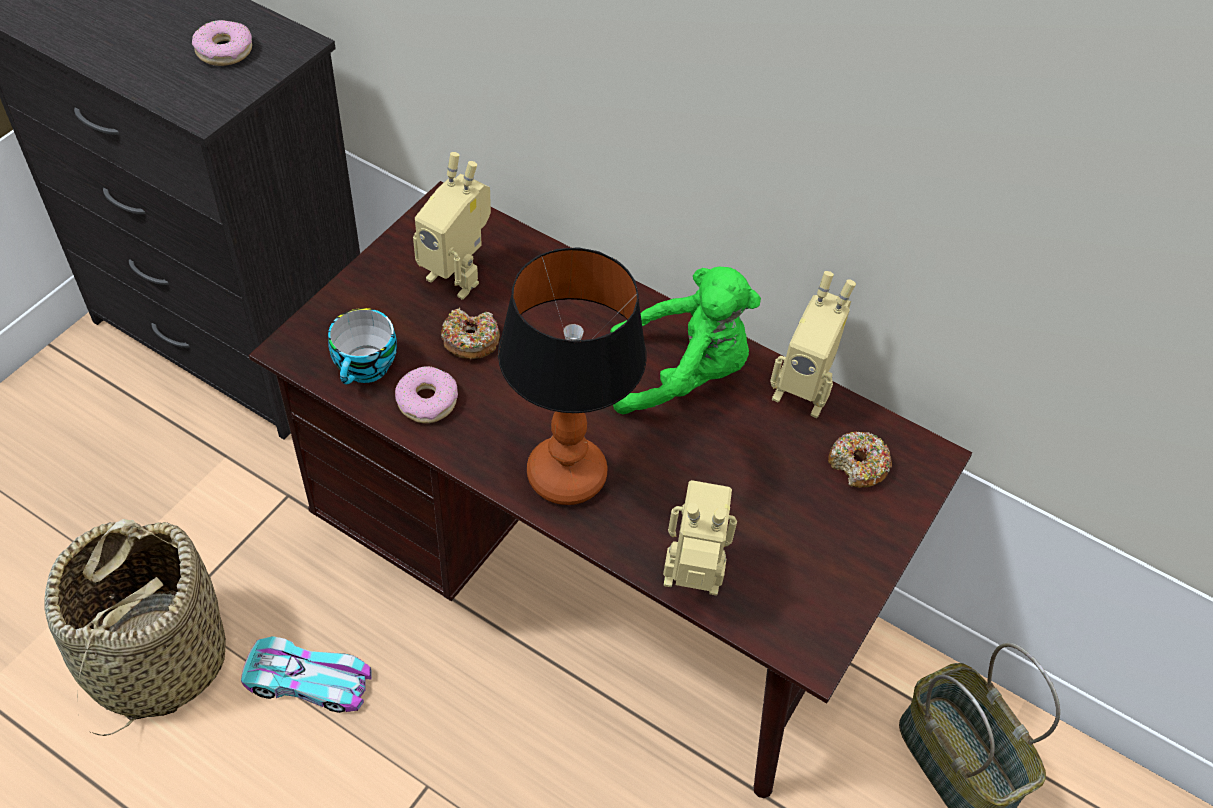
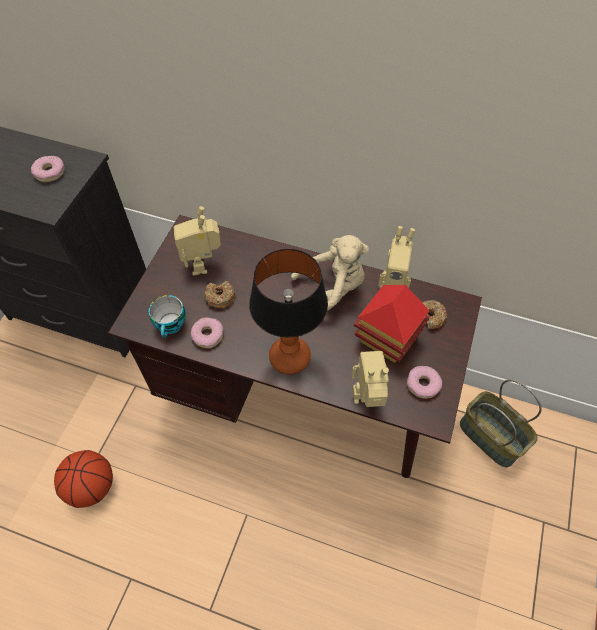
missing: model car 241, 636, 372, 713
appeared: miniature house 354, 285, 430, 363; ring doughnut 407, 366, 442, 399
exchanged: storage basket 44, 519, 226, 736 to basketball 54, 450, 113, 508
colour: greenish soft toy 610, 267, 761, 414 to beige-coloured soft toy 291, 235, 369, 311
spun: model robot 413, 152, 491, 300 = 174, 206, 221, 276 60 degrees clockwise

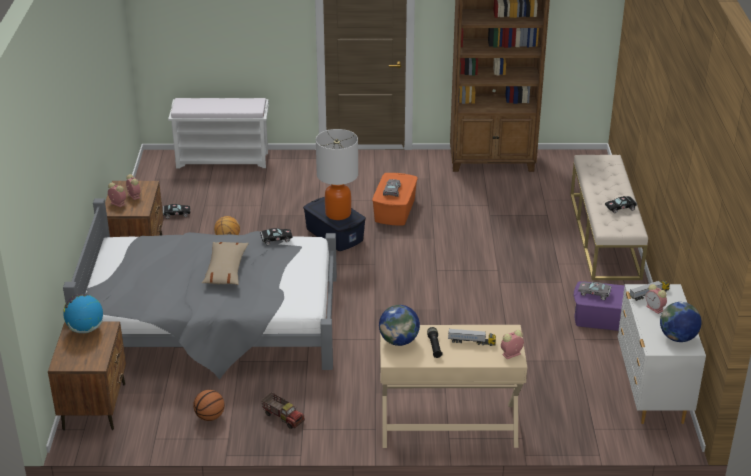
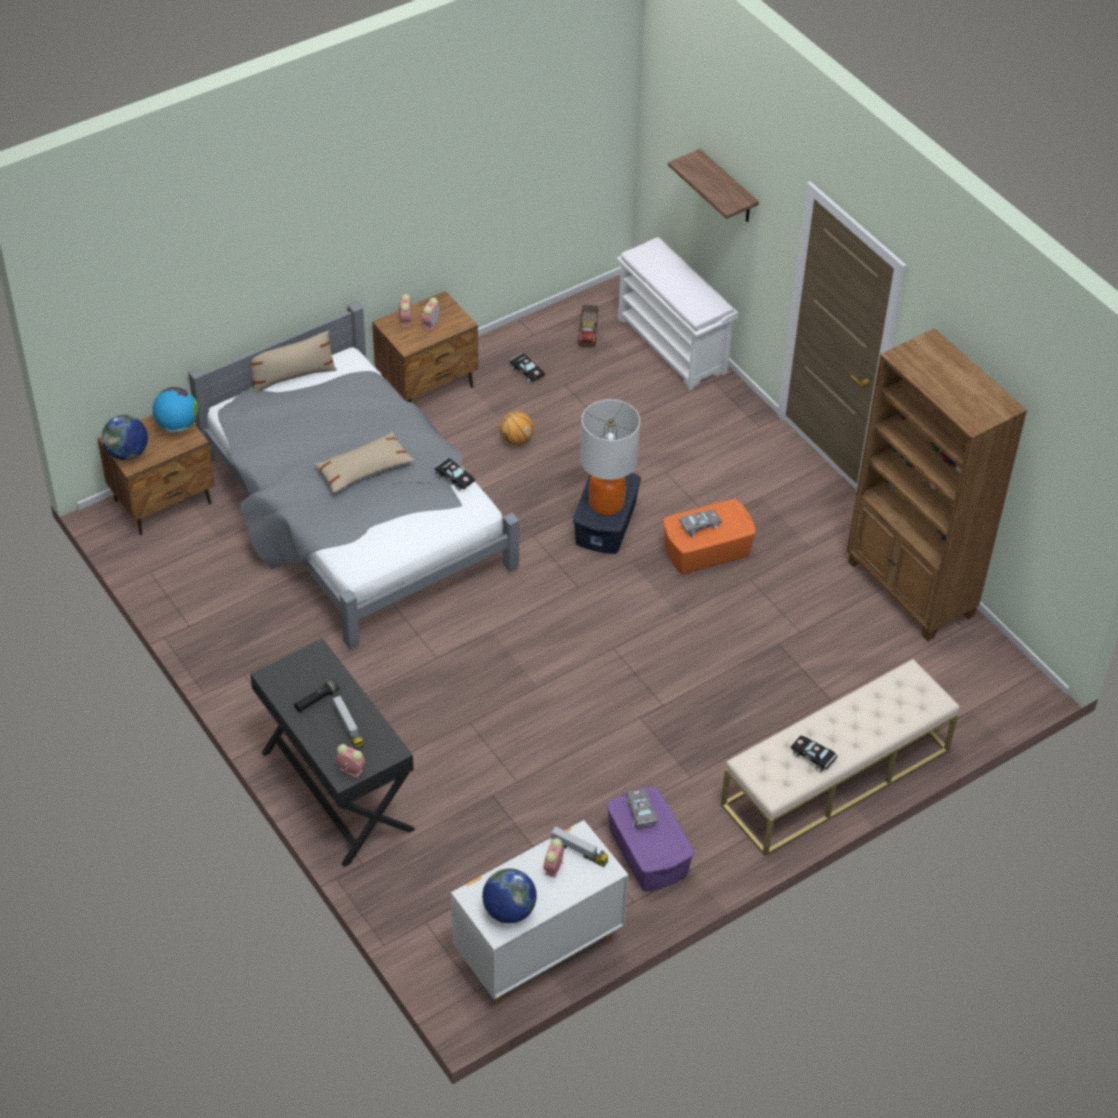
missing: basketball 193, 390, 225, 421
appeared: beige-coloured throw pillow 249, 330, 337, 393; bracket shelf 668, 149, 759, 222
relocated: world globe 379, 305, 420, 346 to 102, 415, 148, 460; toy truck 261, 392, 305, 429 to 578, 305, 598, 347
colour: beige-coloured desk 380, 325, 527, 448 to black desk 250, 639, 415, 867

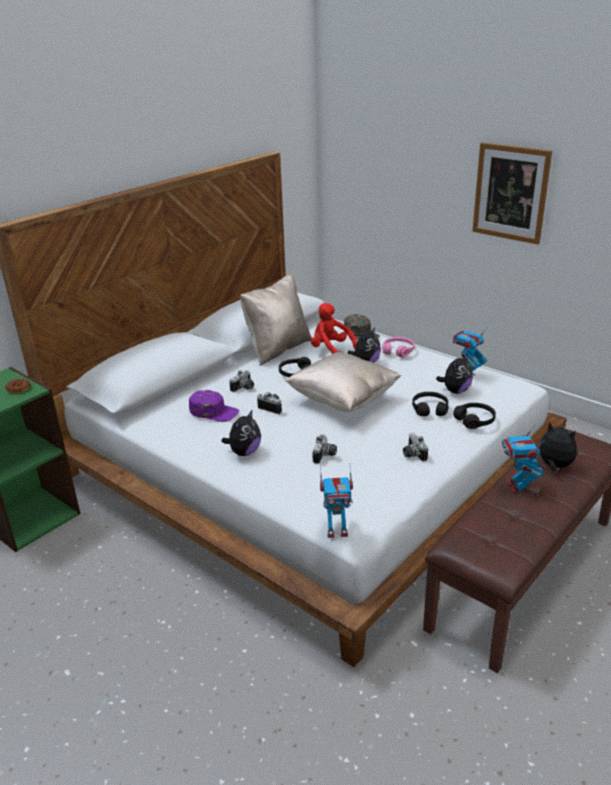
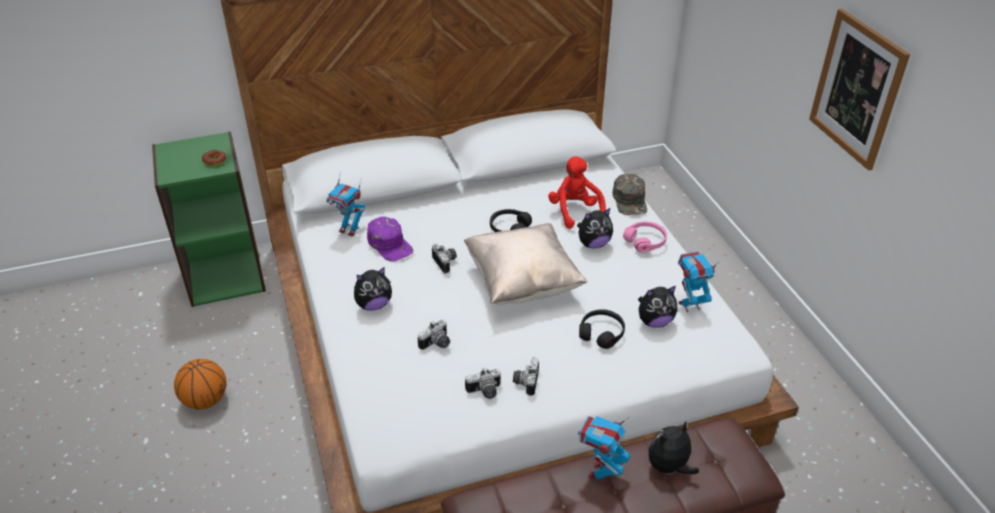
missing: beige-coloured throw pillow 240, 274, 312, 366; black pair of headphones 453, 403, 496, 429
appeared: basketball 174, 359, 227, 409
relocated: model robot 320, 465, 353, 538 to 327, 171, 366, 237; photo camera 229, 370, 254, 392 to 465, 367, 501, 399
spun: soft toy 538, 422, 577, 471 = 649, 421, 699, 474 105 degrees counterclockwise

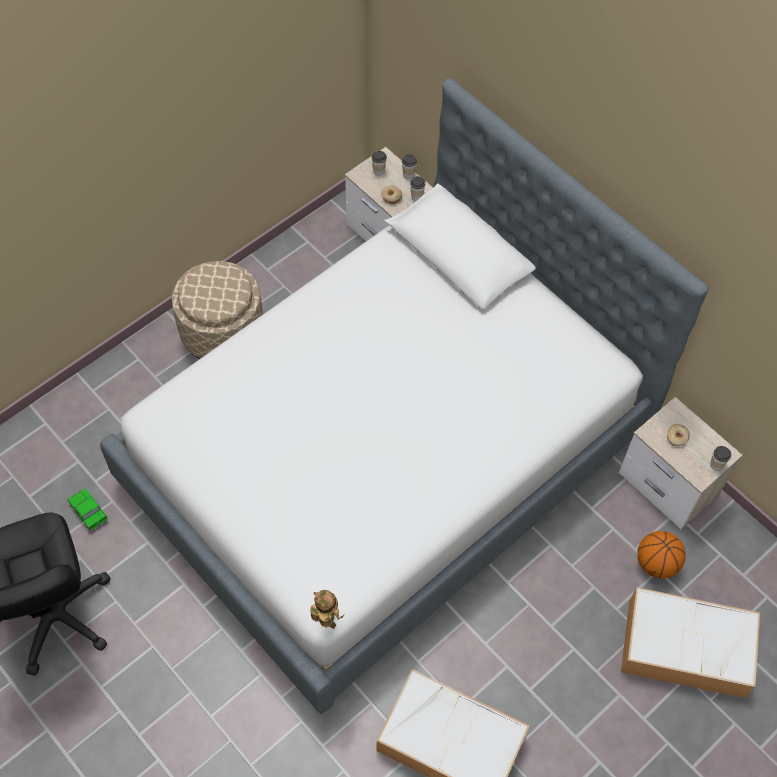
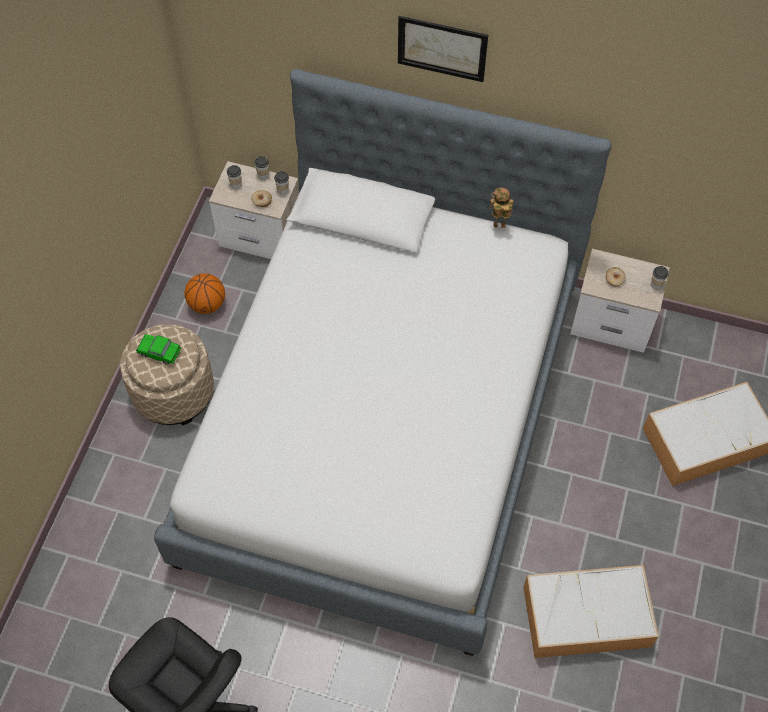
appeared: picture 398, 16, 488, 82
relocated: model car 68, 488, 108, 531 to 136, 334, 181, 364; basketball 637, 531, 685, 579 to 184, 273, 225, 314; model robot 310, 590, 344, 629 to 489, 188, 514, 228

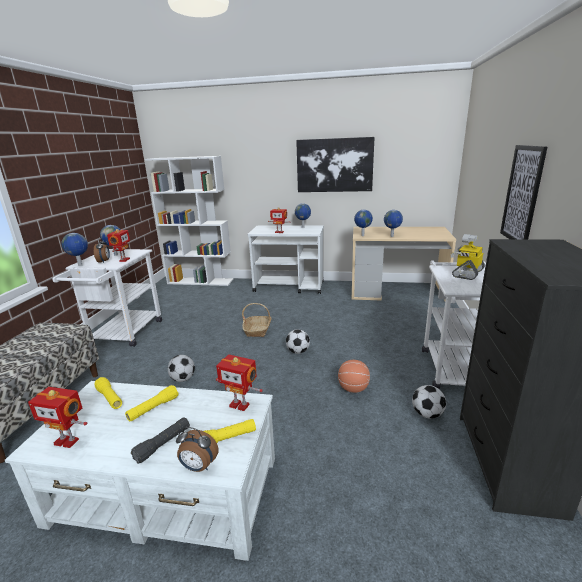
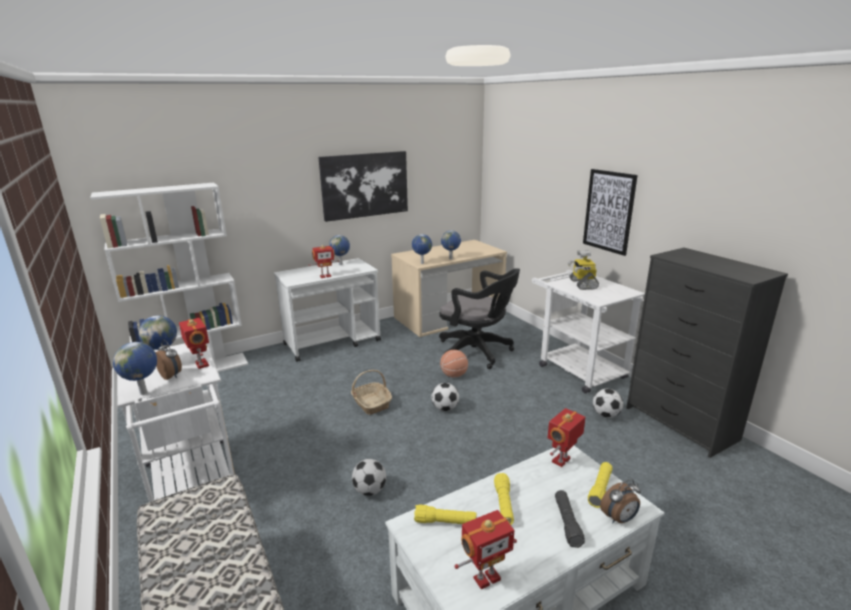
appeared: black computer chair 439, 268, 520, 369
relocated: basketball 338, 360, 370, 393 to 440, 350, 468, 378
spun: model robot 216, 354, 263, 411 = 548, 408, 586, 467 150 degrees clockwise

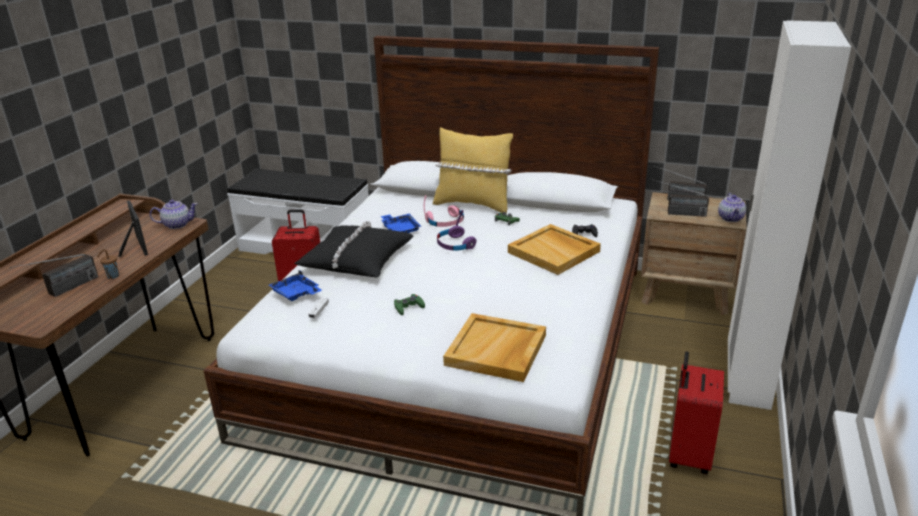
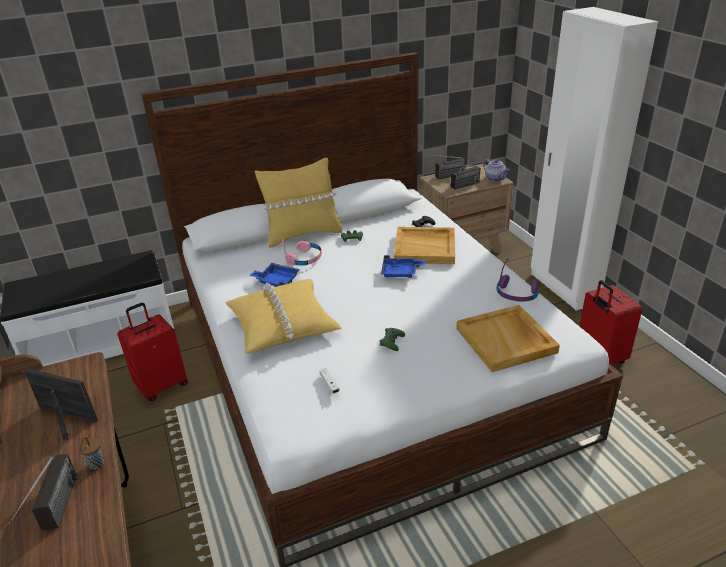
missing: tea pot 150, 200, 198, 229
relocated: bluish tray 269, 270, 322, 301 to 381, 255, 425, 278; purplish pair of headphones 437, 210, 476, 251 to 497, 258, 539, 302
colour: black throw pillow 294, 221, 413, 278 to yellowish throw pillow 226, 279, 342, 353

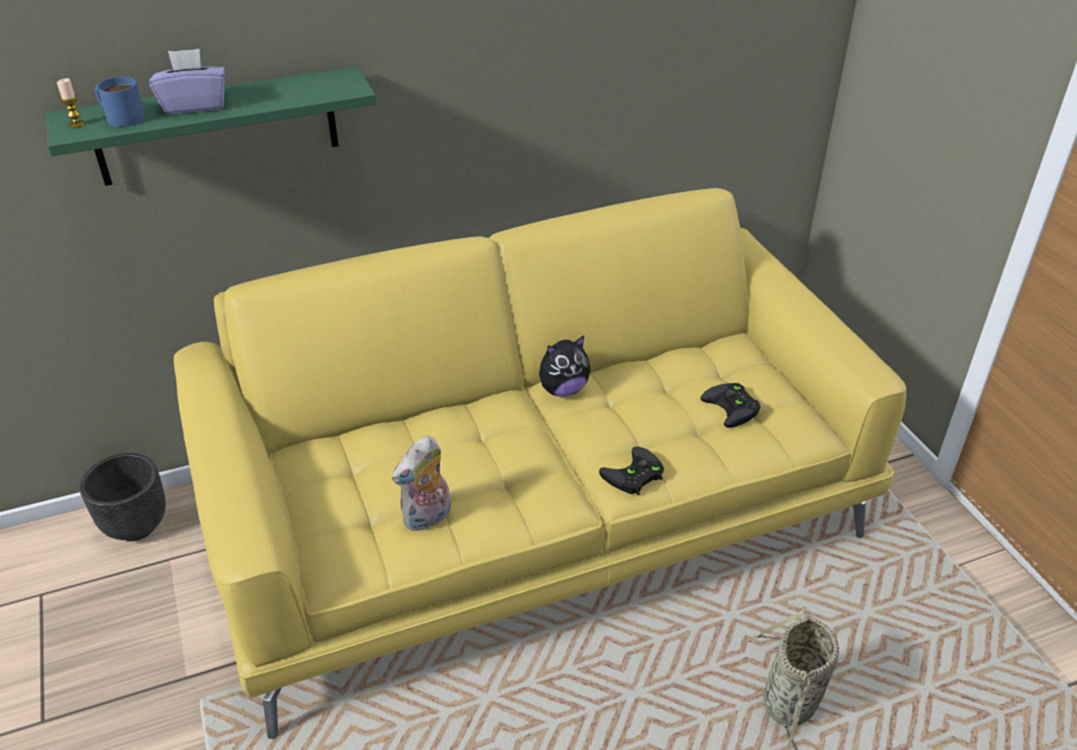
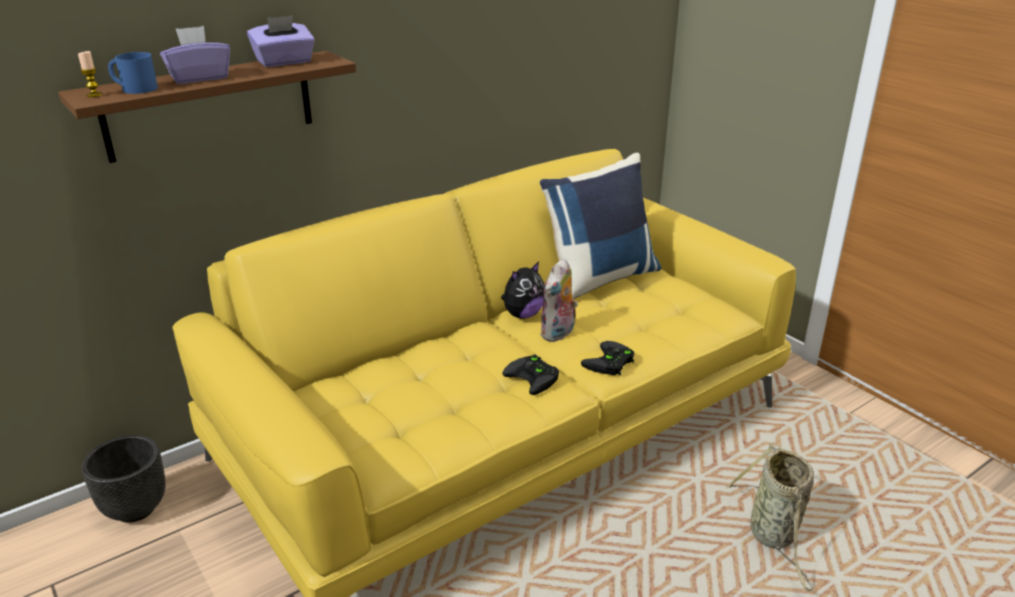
appeared: purplish tissue holder 247, 16, 315, 67; bluish throw pillow 539, 153, 662, 299
relocated: black joypad 700, 383, 761, 428 to 502, 354, 559, 395; soft toy 392, 436, 451, 531 to 540, 258, 578, 342
colour: greenish bracket shelf 47, 66, 377, 186 to brown bracket shelf 58, 51, 356, 163

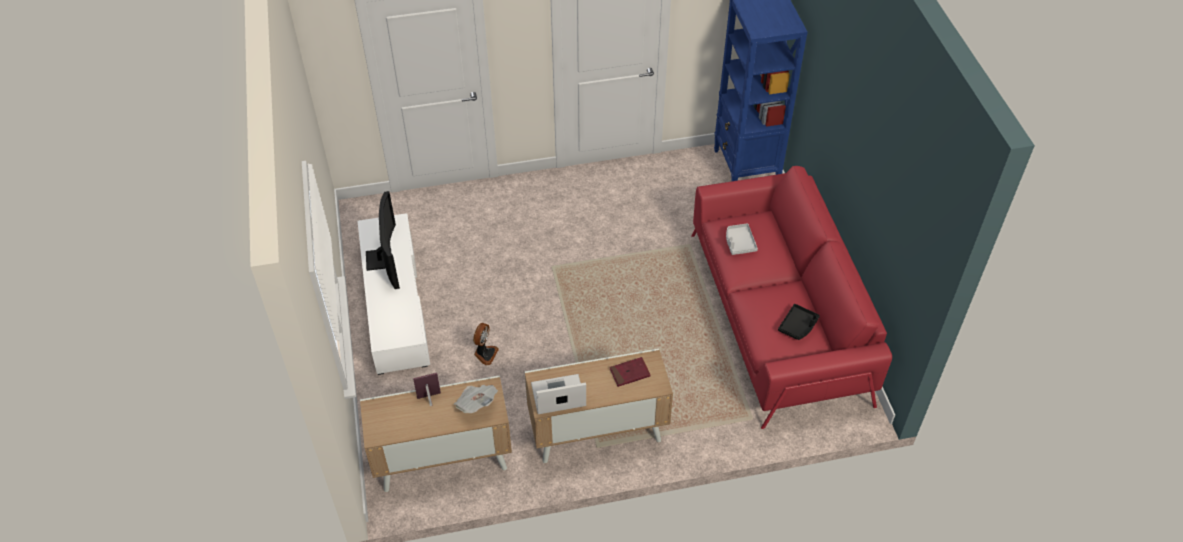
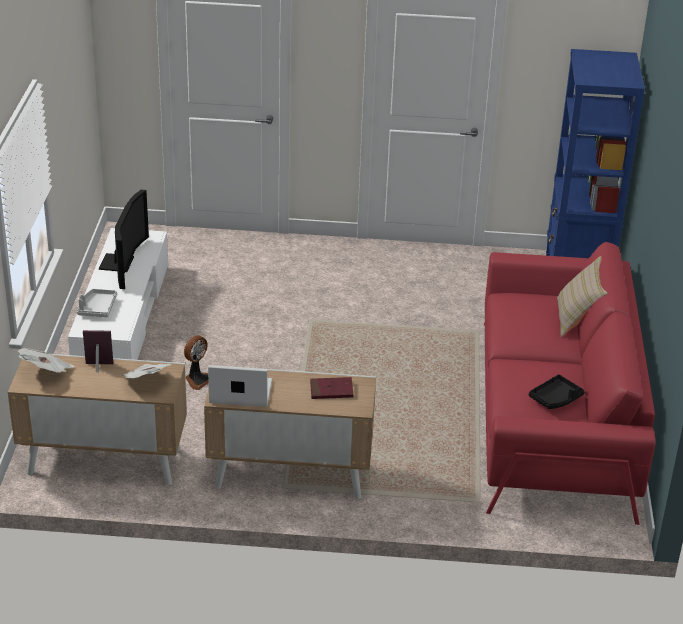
appeared: newspaper 18, 348, 75, 373; beige-coloured throw pillow 557, 256, 608, 337
relocated: grey tray 726, 223, 758, 255 to 77, 289, 117, 317

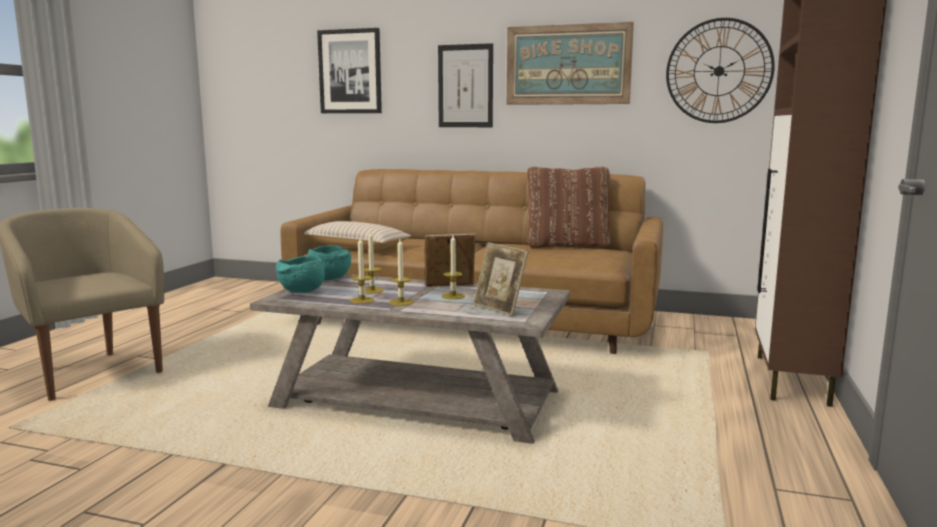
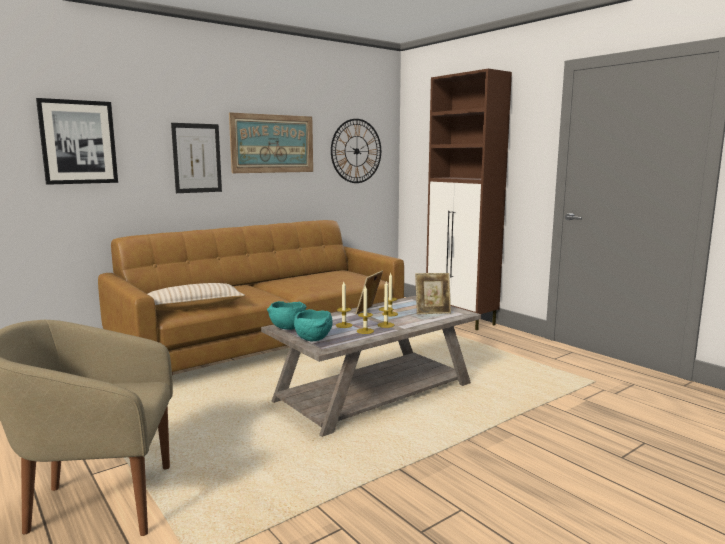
missing: brown throw pillow 527, 167, 611, 248

